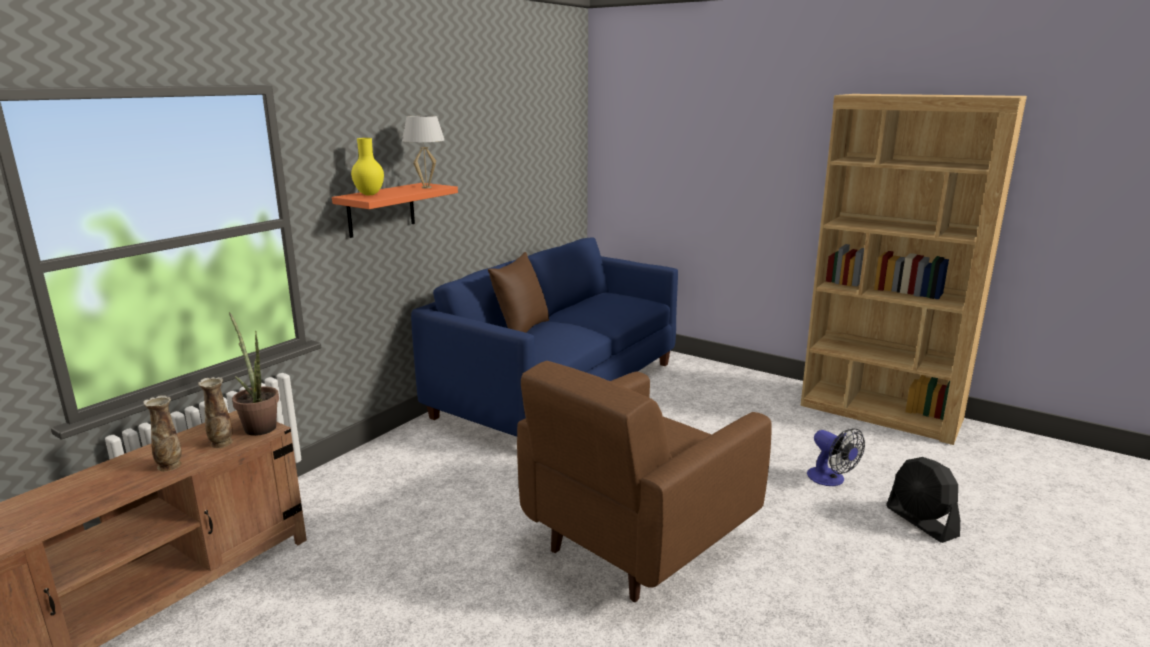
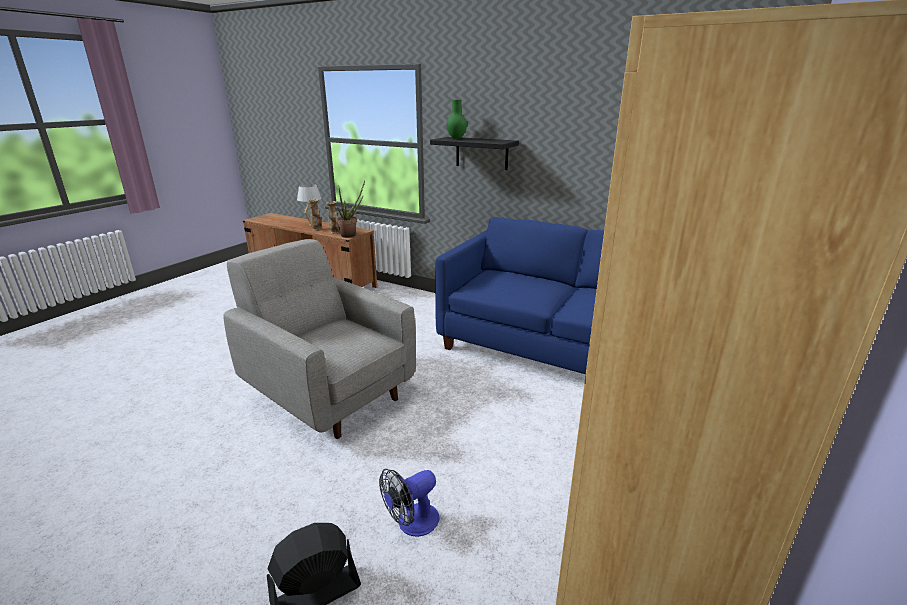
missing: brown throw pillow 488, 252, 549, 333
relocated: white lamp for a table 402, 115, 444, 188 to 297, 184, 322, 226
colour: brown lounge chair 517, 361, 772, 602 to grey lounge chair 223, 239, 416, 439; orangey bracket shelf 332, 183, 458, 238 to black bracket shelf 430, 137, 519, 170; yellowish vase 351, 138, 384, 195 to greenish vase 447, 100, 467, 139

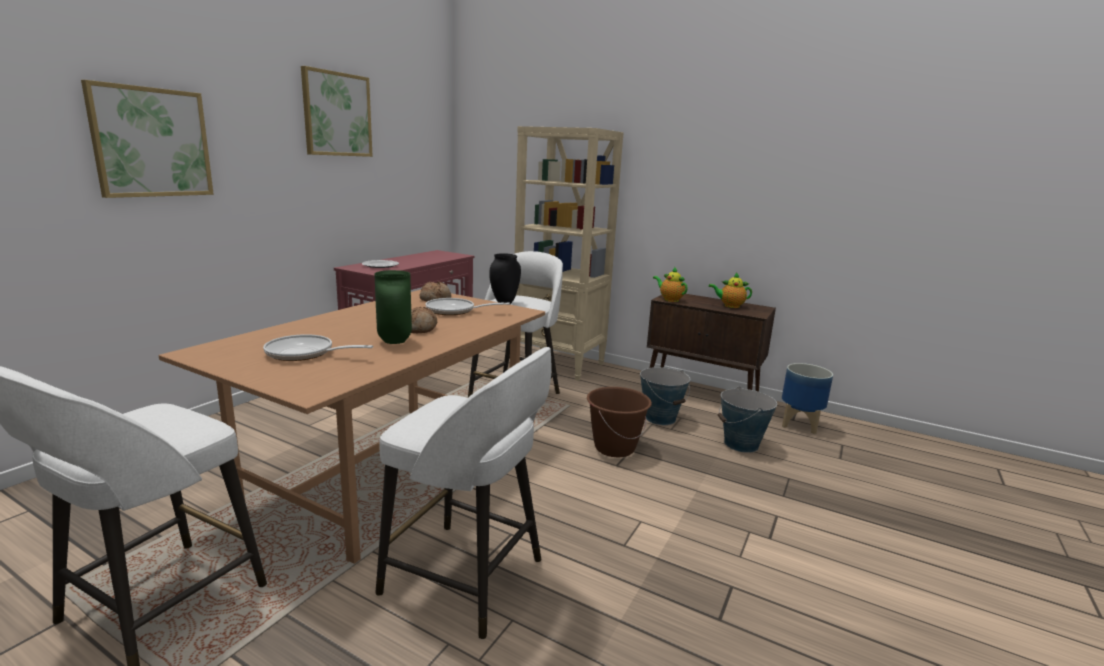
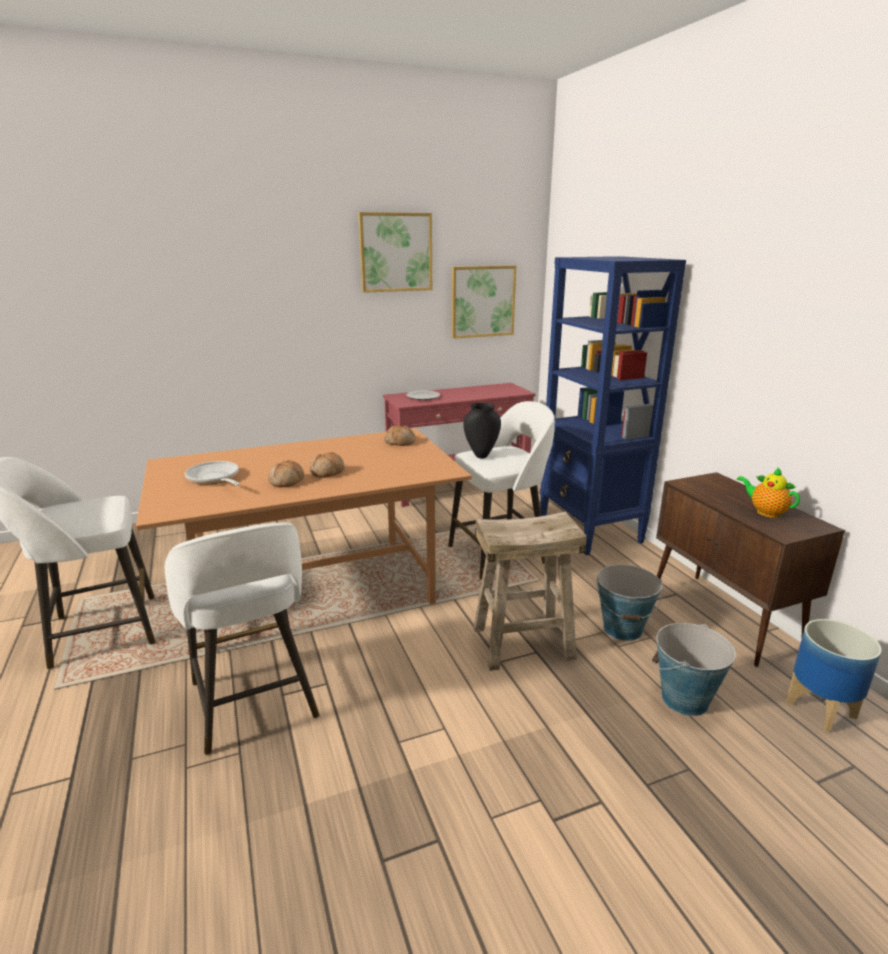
missing: pan 425, 298, 510, 315; tea pot 653, 267, 688, 302
relocated: picture 81, 80, 214, 198 to 451, 265, 517, 339
exchanged: greenish vase 374, 270, 412, 344 to baked bread 268, 460, 304, 487; brown pail 587, 387, 652, 457 to beige-coloured stool seat 473, 512, 587, 671
colour: beige-coloured bookshelf 515, 126, 624, 381 to bluish bookshelf 540, 256, 686, 555

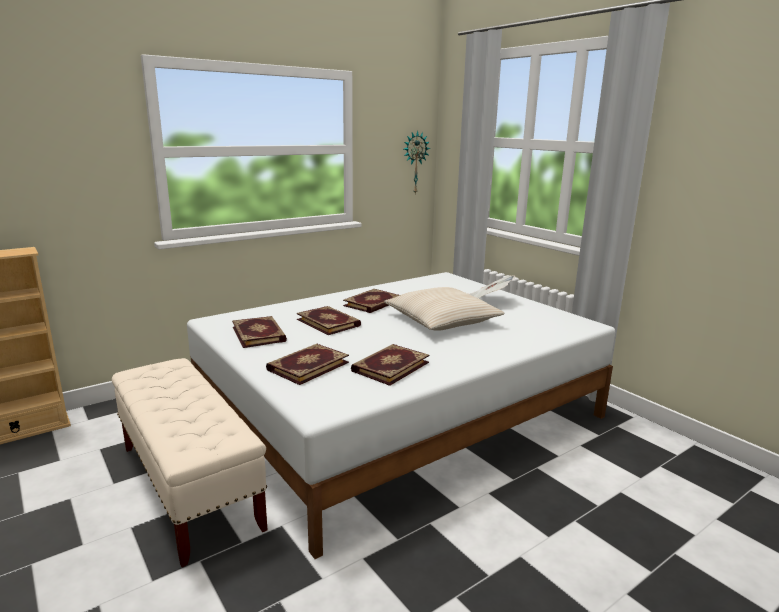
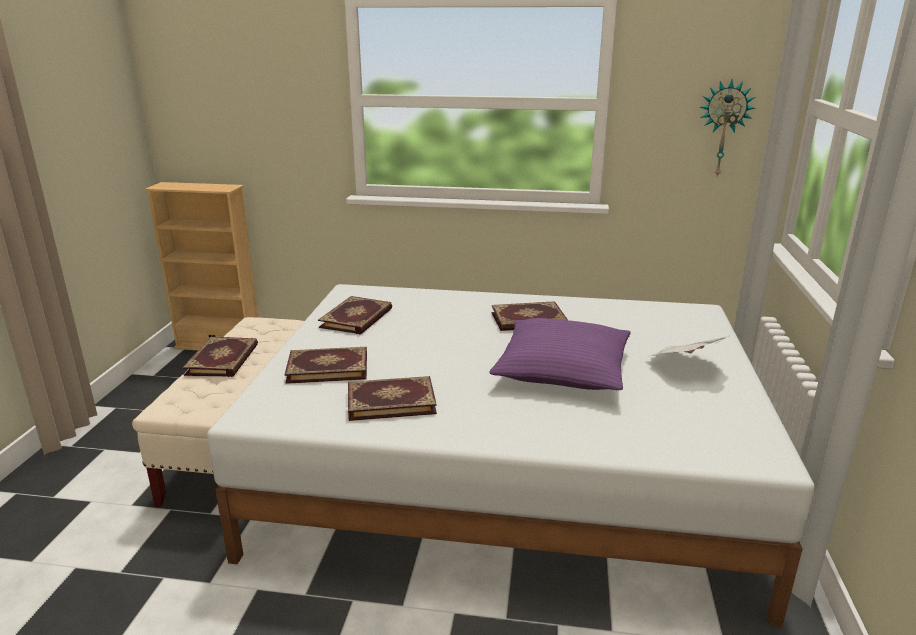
relocated: bound book 297, 306, 361, 335 to 183, 337, 258, 377
colour: beige-coloured throw pillow 384, 287, 505, 331 to purplish throw pillow 489, 318, 631, 390

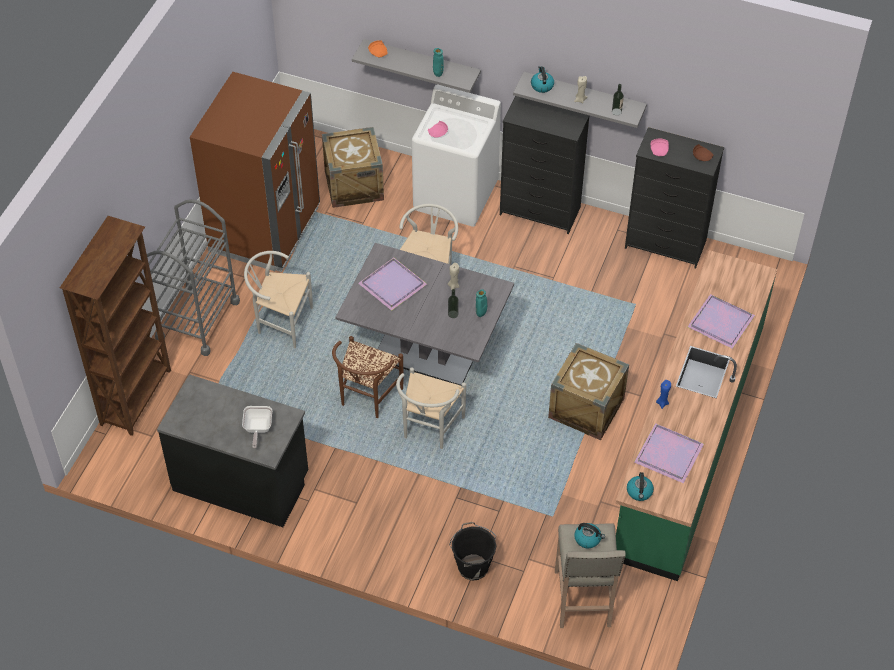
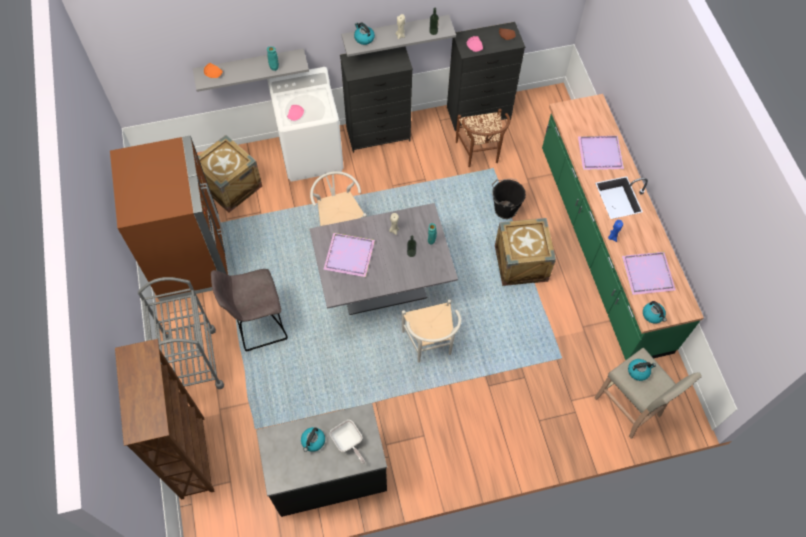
appeared: tea kettle 301, 427, 325, 452
relocated: brown upright chair 332, 336, 404, 418 to 456, 109, 510, 167; black pail 449, 522, 497, 581 to 492, 179, 526, 219
exchanged: white upright chair 244, 251, 313, 348 to grey stool seat 211, 269, 288, 352

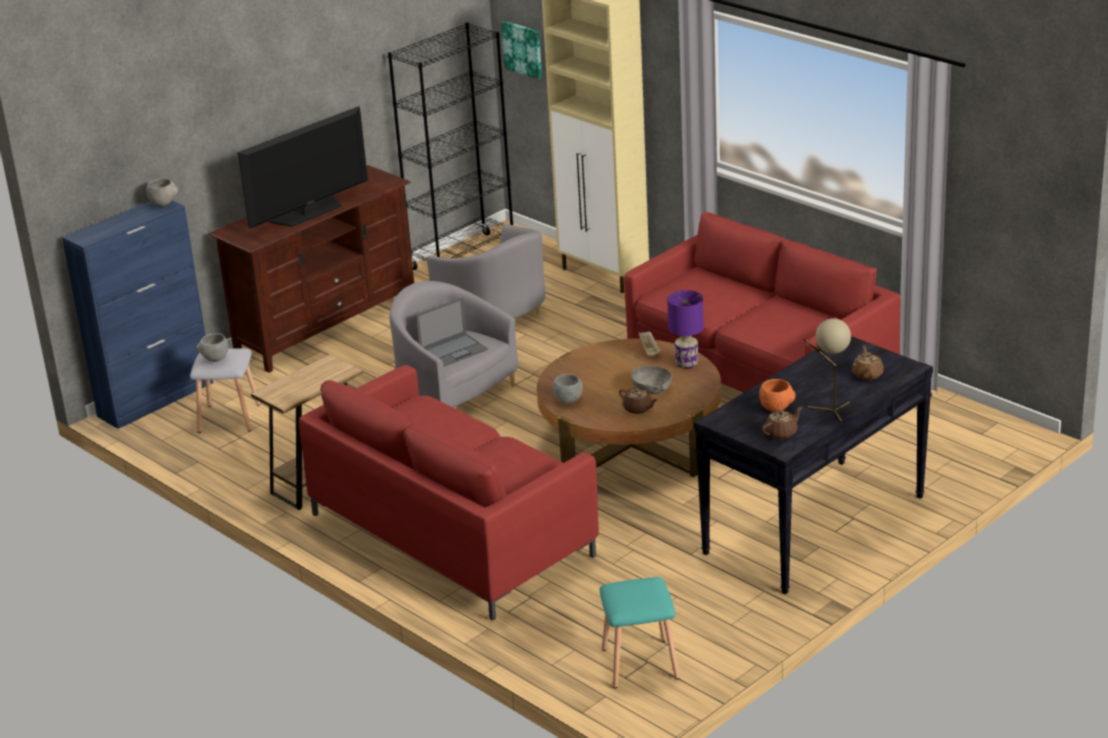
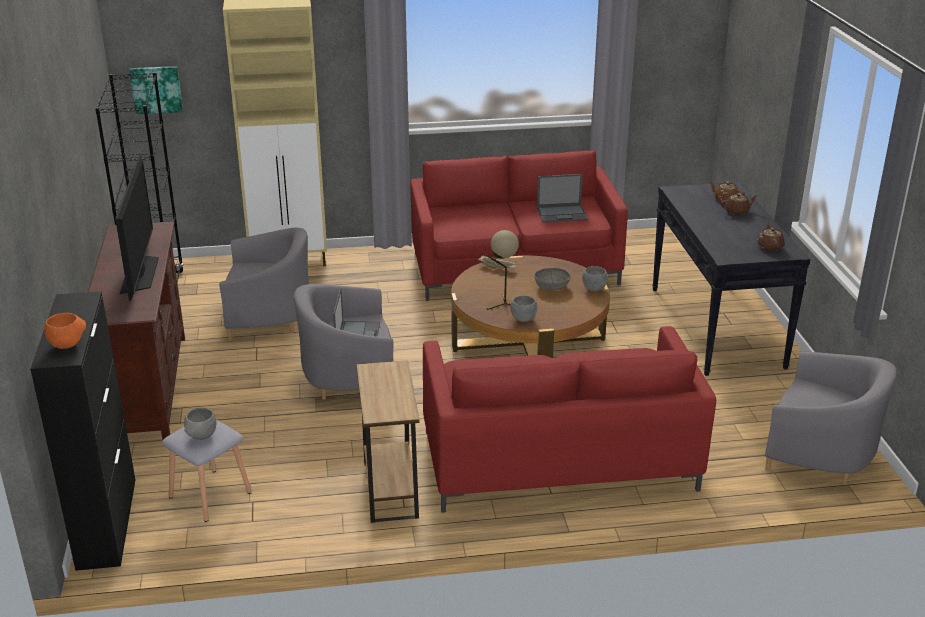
missing: purplish lamp for a table 667, 290, 704, 369
appeared: notebook computer 537, 174, 588, 223
relocated: orangey serving bowl 759, 379, 796, 412 to 44, 313, 86, 349; beige-coloured lamp for a table 804, 318, 851, 422 to 485, 230, 519, 310; grey serving bowl 147, 178, 178, 206 to 582, 266, 608, 292; brown tea pot 619, 388, 657, 414 to 721, 193, 758, 215
exchanged: turquoise-coloured stool seat 599, 577, 679, 689 to grey lounge chair 765, 352, 897, 484
colour: bluish cupboard 62, 201, 213, 429 to black cupboard 30, 291, 135, 571

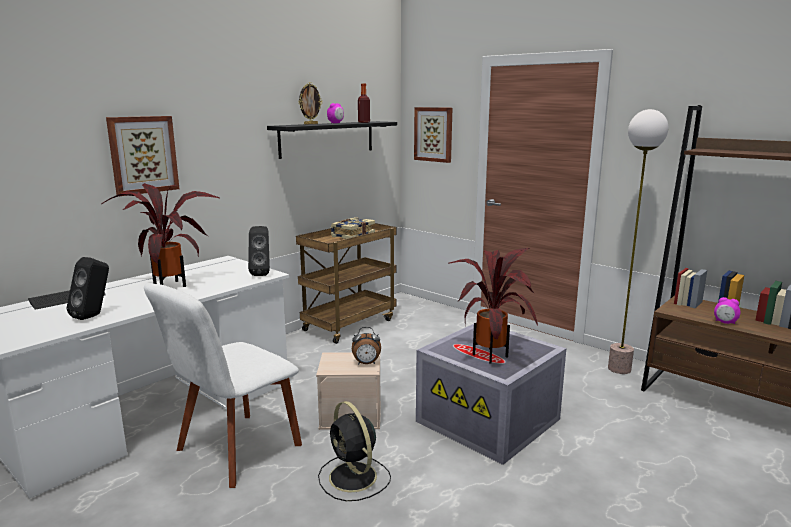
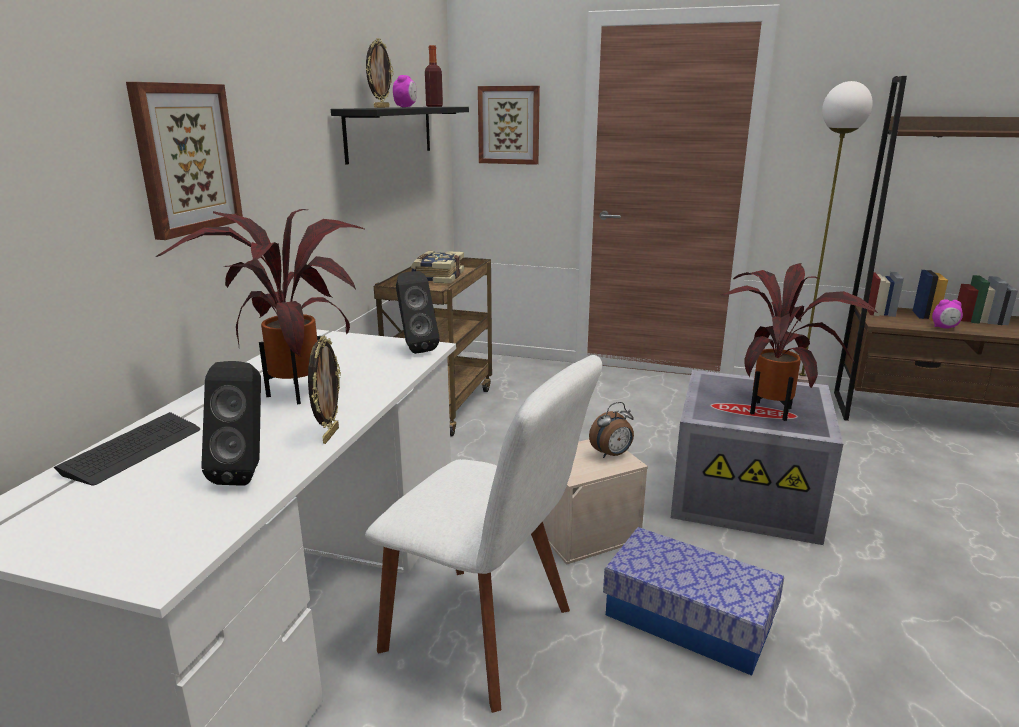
appeared: photo frame 308, 335, 341, 444
exchanged: black fan 318, 401, 391, 501 to storage container 603, 527, 784, 676
spun: white upright chair 144, 283, 302, 488 = 365, 355, 602, 713 75 degrees counterclockwise

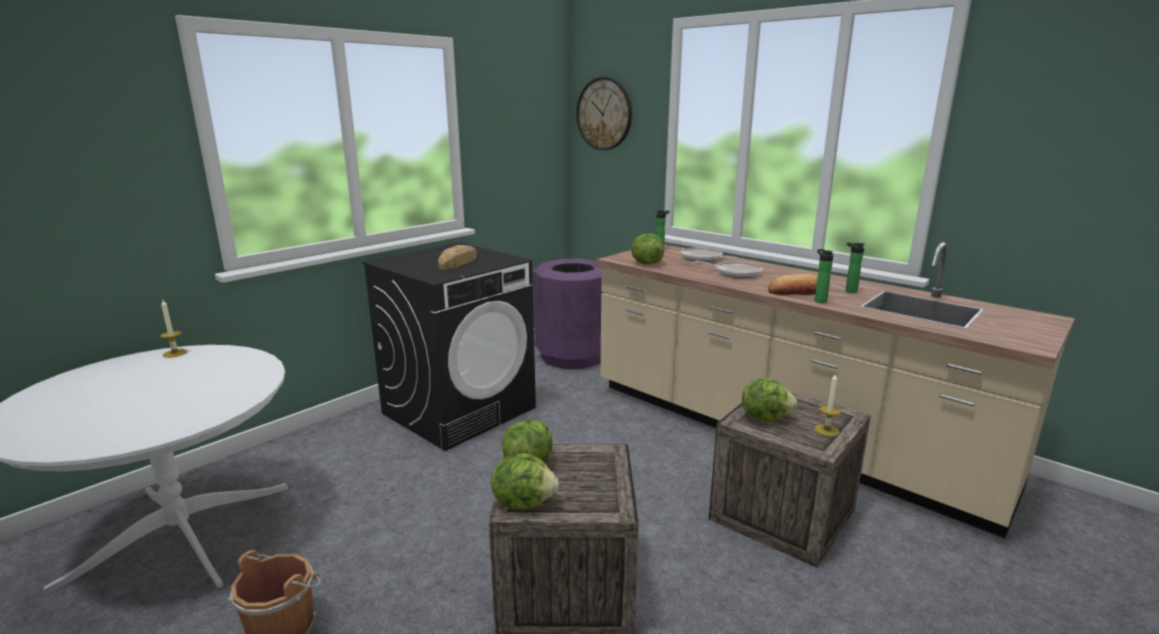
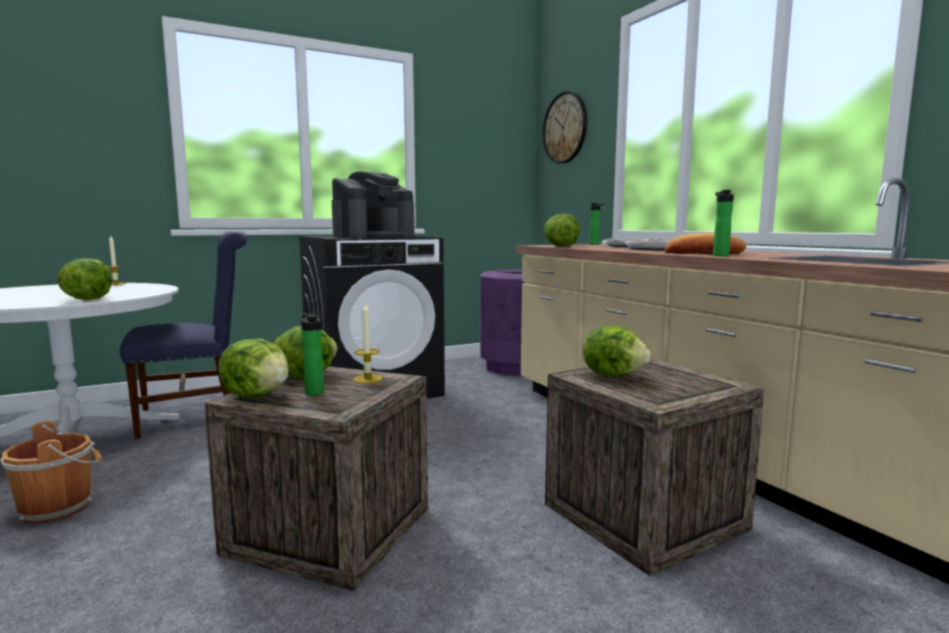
appeared: lettuce head 57, 258, 112, 300; bluish upright chair 120, 232, 247, 439
relocated: drink bottle 845, 242, 865, 293 to 300, 314, 324, 396; candle 815, 372, 841, 436 to 353, 302, 382, 383
exchanged: baked bread 438, 245, 477, 270 to coffee maker 332, 171, 414, 237

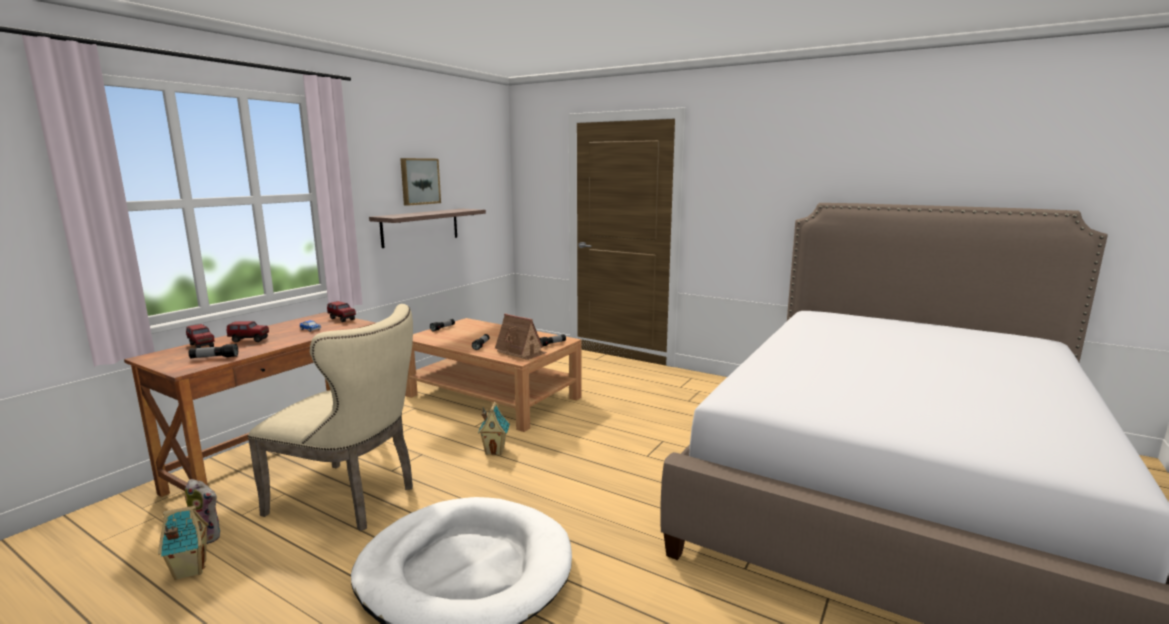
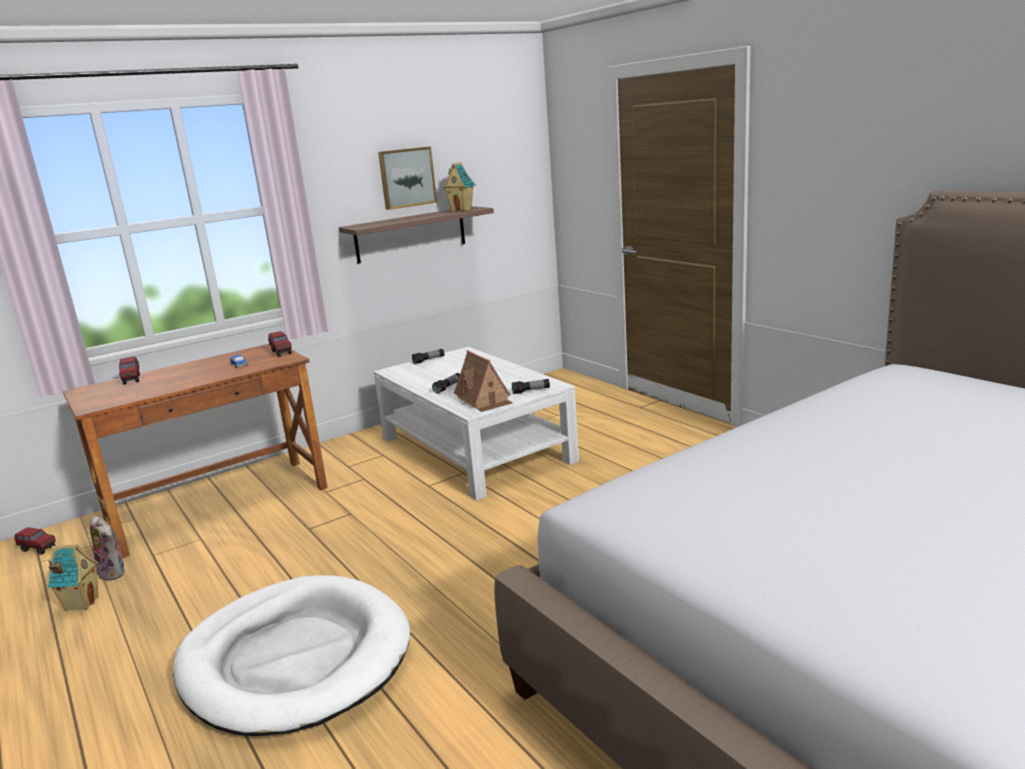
missing: torch 189, 344, 238, 358; beige-coloured upright chair 248, 304, 413, 531
relocated: toy truck 227, 321, 269, 342 to 15, 527, 56, 555; miniature house 478, 402, 510, 455 to 443, 162, 476, 212
colour: brown lounge table 405, 318, 582, 432 to white lounge table 373, 347, 579, 501

